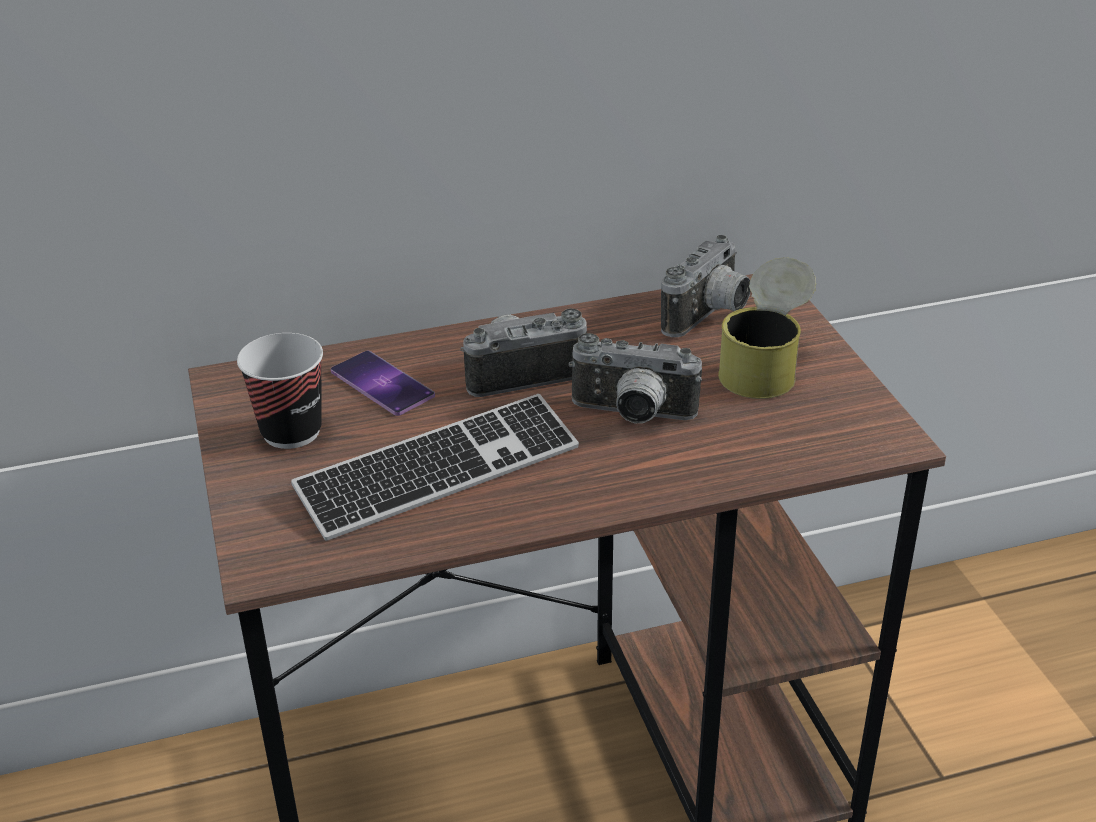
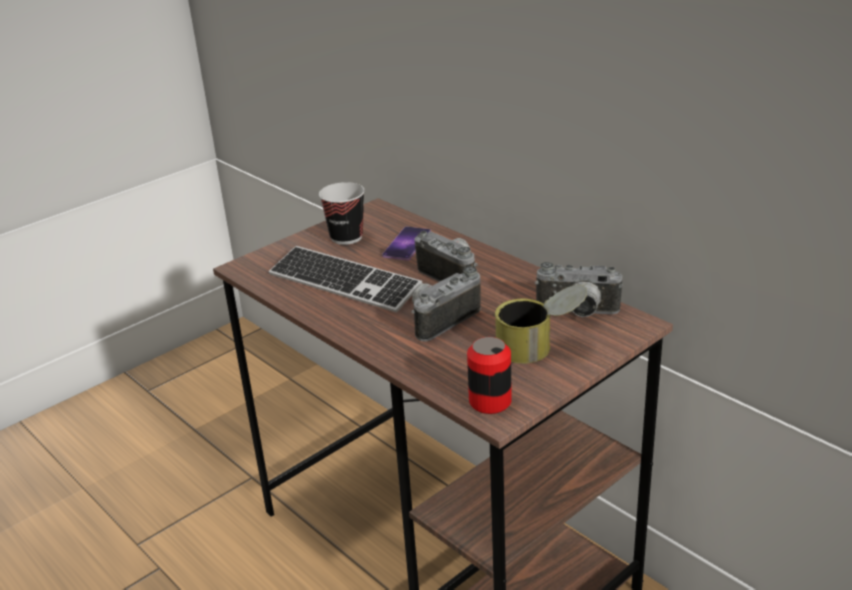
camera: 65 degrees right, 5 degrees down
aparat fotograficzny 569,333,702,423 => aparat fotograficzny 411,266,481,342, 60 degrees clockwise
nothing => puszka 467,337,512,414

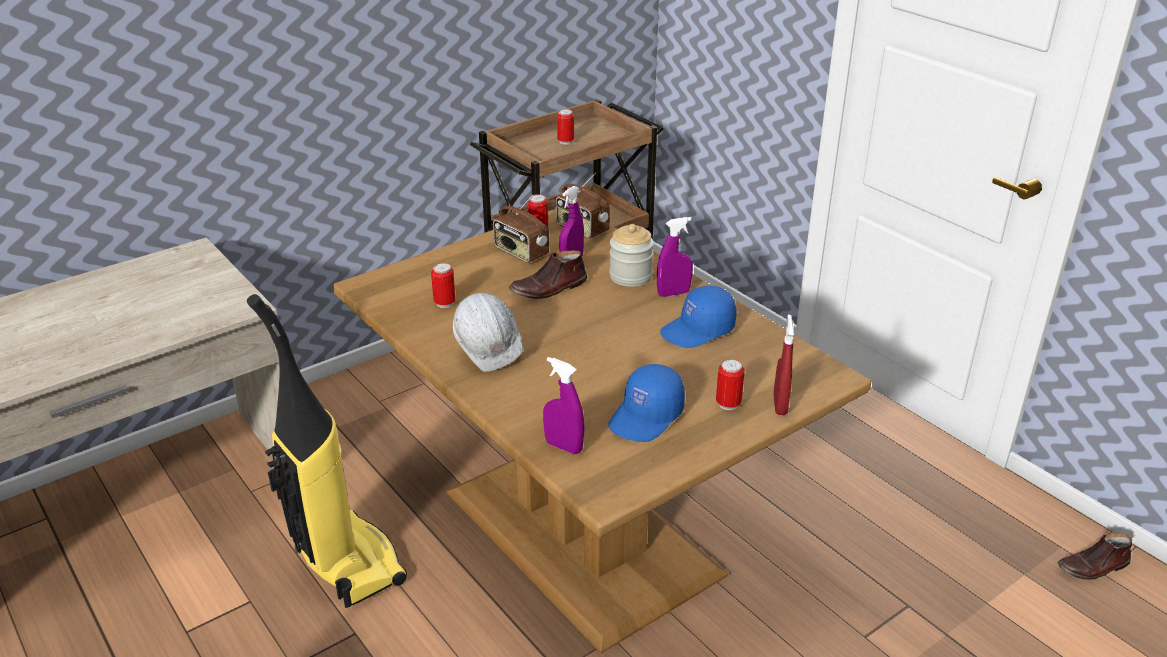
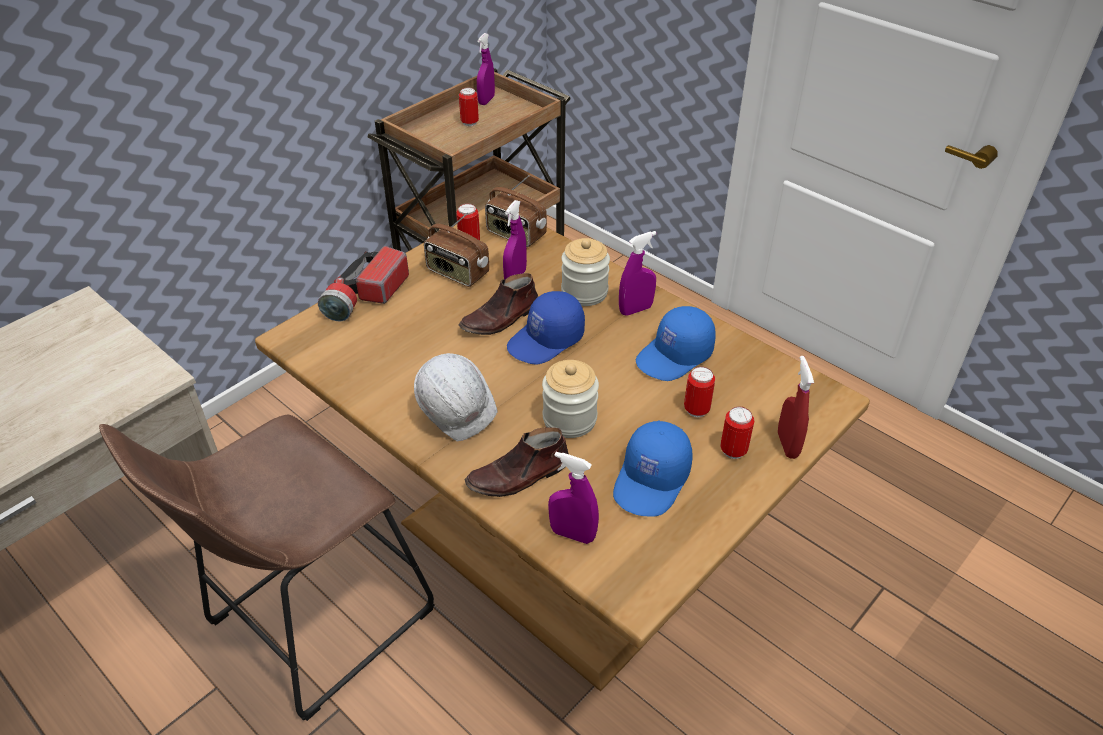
camera: 10 degrees left, 10 degrees up
puszka 431,263,456,308 => puszka 684,367,715,417, shifted
odkurzacz 247,294,407,608 => stołek [brązowy] 99,415,435,721
but [brązowy] 1057,533,1132,579 => but [brązowy] 465,427,569,497, shifted
nothing => spryskiwacz [fioletowy] 477,33,495,105
nothing => latarka 318,246,409,321
nothing => czapka z daszkiem [niebieski] 507,291,585,365
nothing => słoik 542,360,599,438

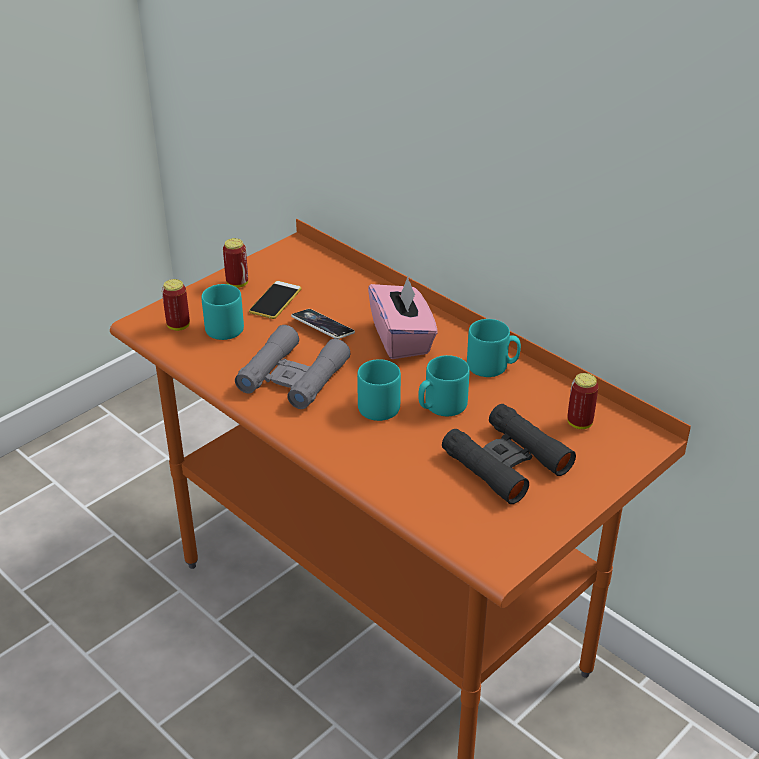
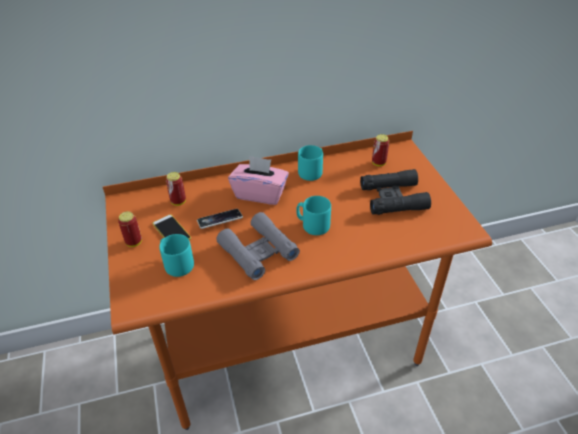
camera: 60 degrees left, 5 degrees up
puszka 162,279,190,331 => puszka 166,172,186,206, shifted
kubek [turkusowy] 418,355,470,416 => nothing

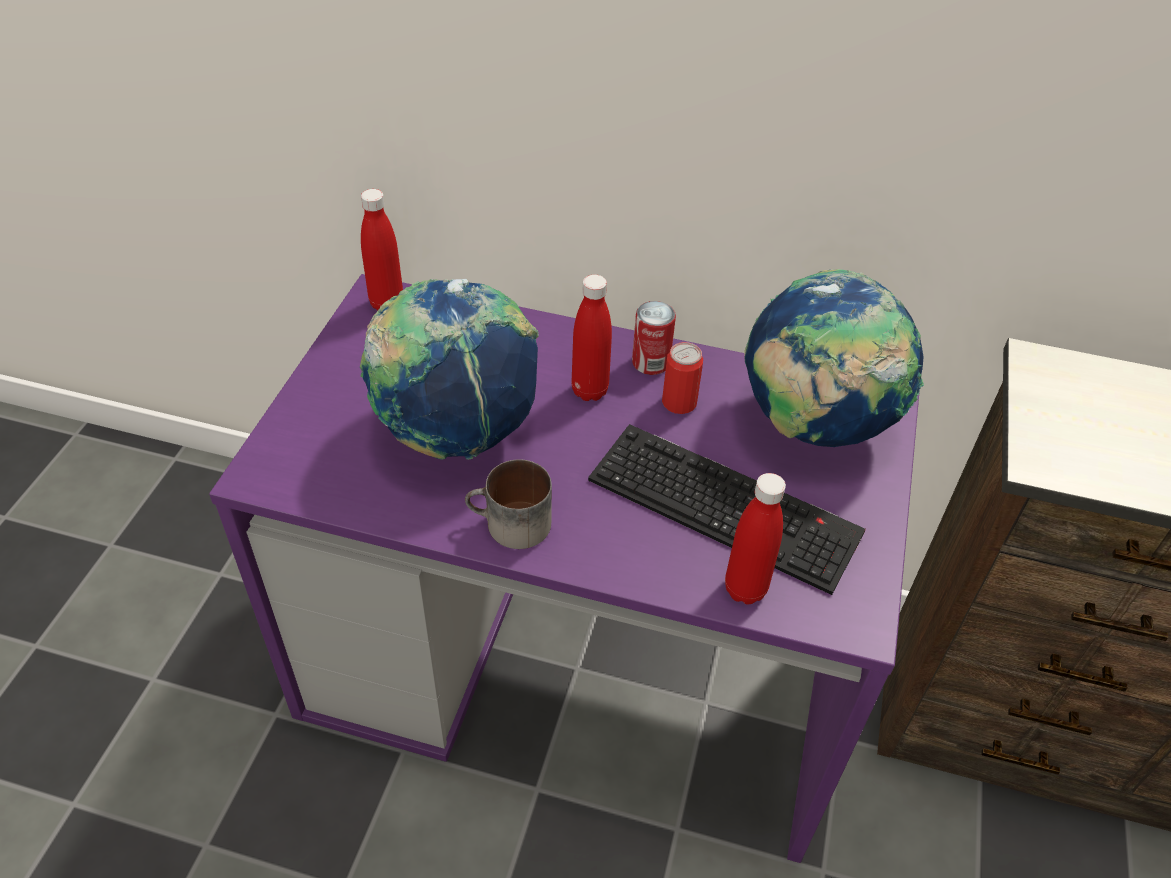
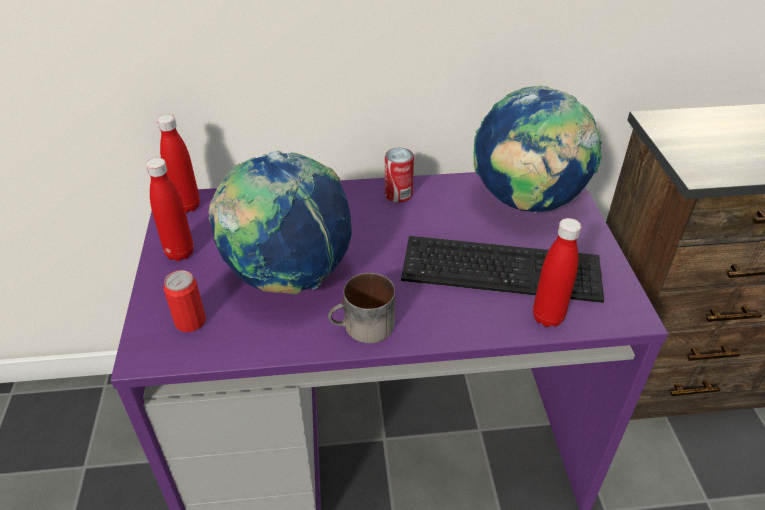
camera: 20 degrees left, 5 degrees down
butelka [czerwony] 572,275,612,401 => butelka [czerwony] 146,158,194,261, shifted
puszka 662,342,703,414 => puszka 164,270,206,332, shifted

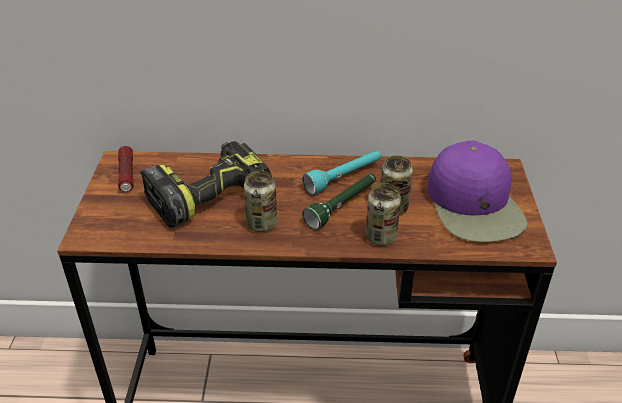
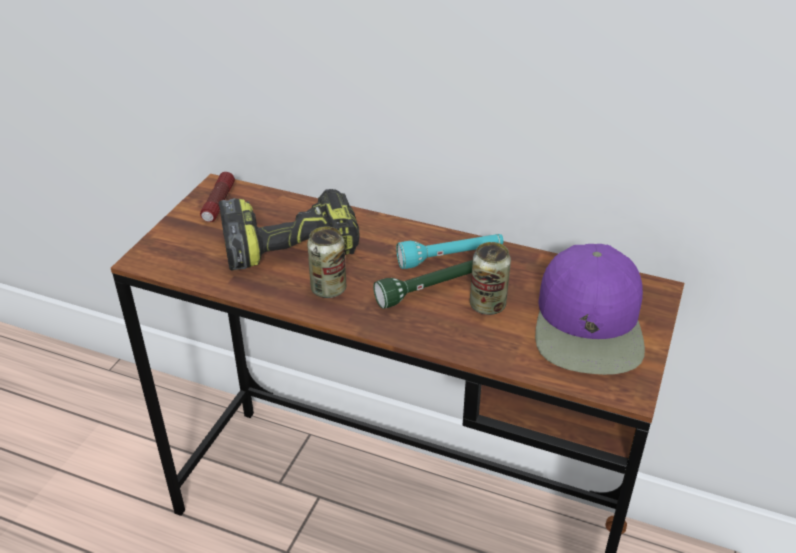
camera: 20 degrees right, 0 degrees up
puszka 366,183,401,246 => nothing

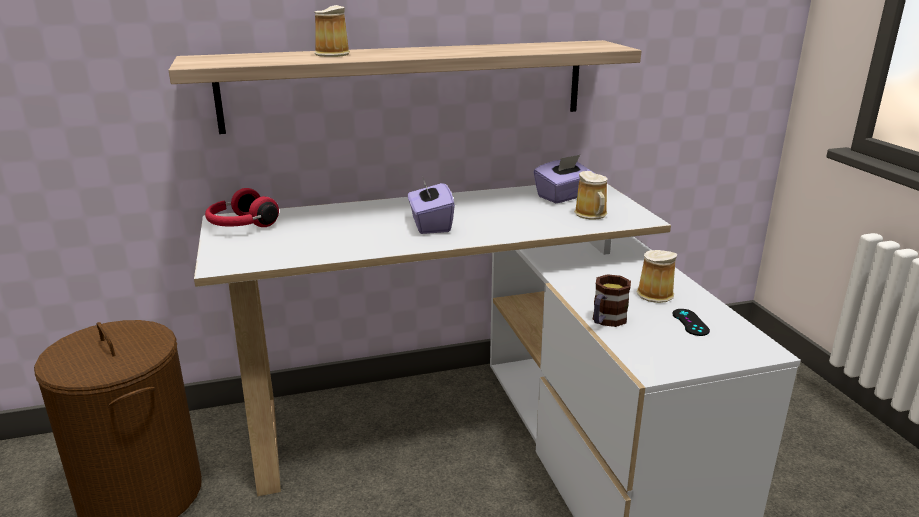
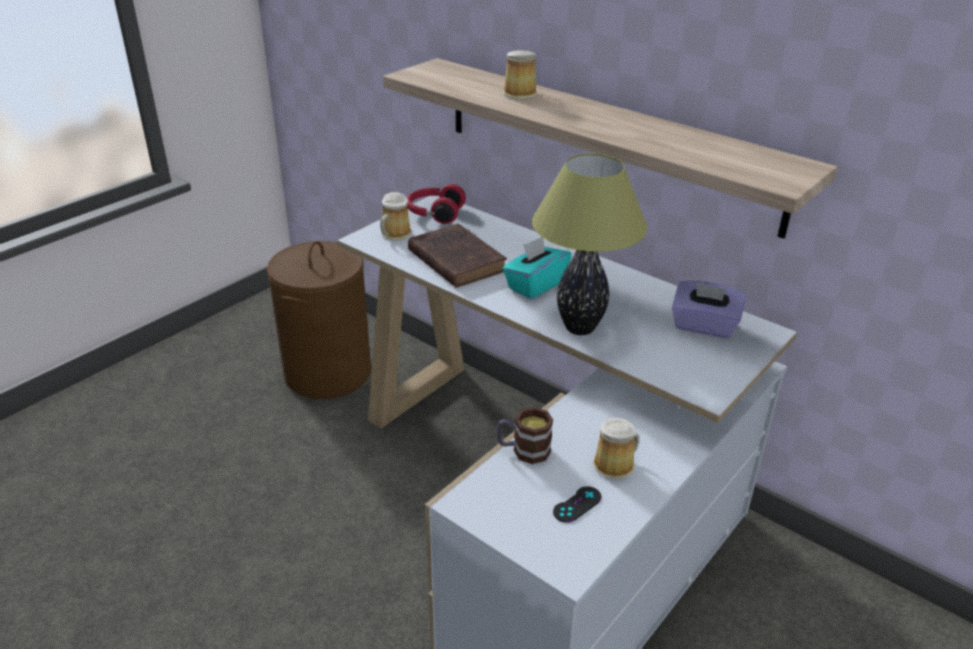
camera: 55 degrees right, 10 degrees up
kubek 574,171,608,219 => kubek 380,192,412,241, shifted
pudełko chusteczek [fioletowy] 408,175,455,234 => pudełko chusteczek [turkusowy] 503,237,572,299
nothing => lampa stołowa 532,153,648,335
nothing => książka [brązowy] 408,224,507,288

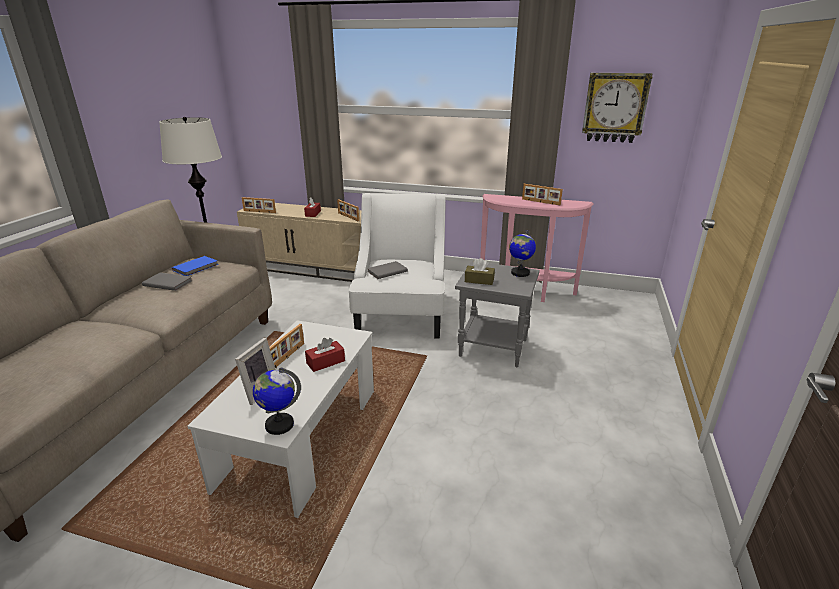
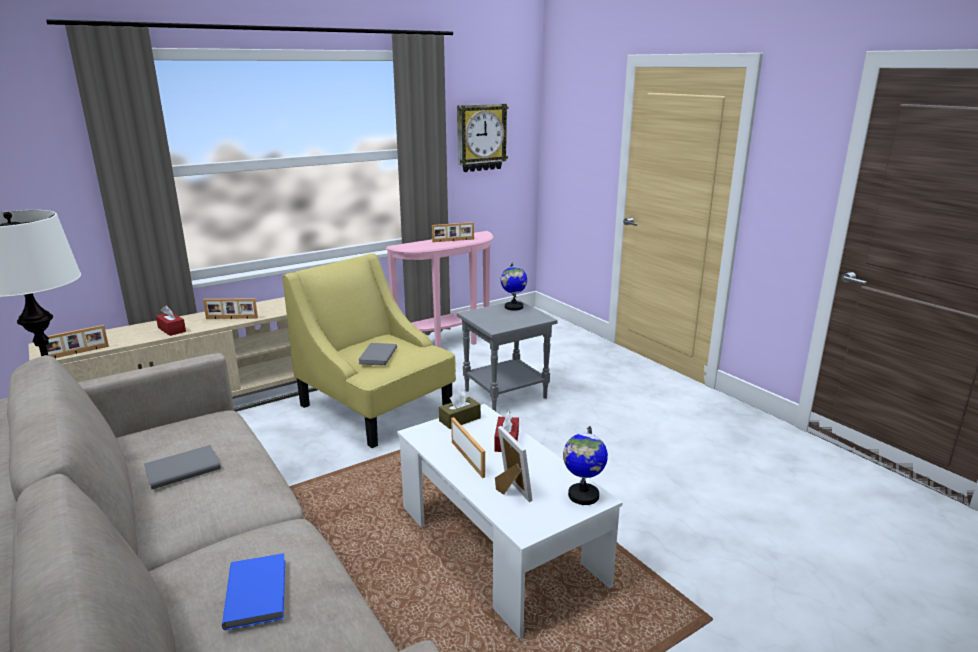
camera: 50 degrees left, 5 degrees down
fotel [biały] 349,193,446,339 => fotel [żółty] 283,253,456,448
książka [niebieski] 172,256,219,276 => książka [niebieski] 222,553,285,630, shifted
pudełko chusteczek [brązowy] 465,258,495,285 => pudełko chusteczek [brązowy] 439,390,481,429, shifted

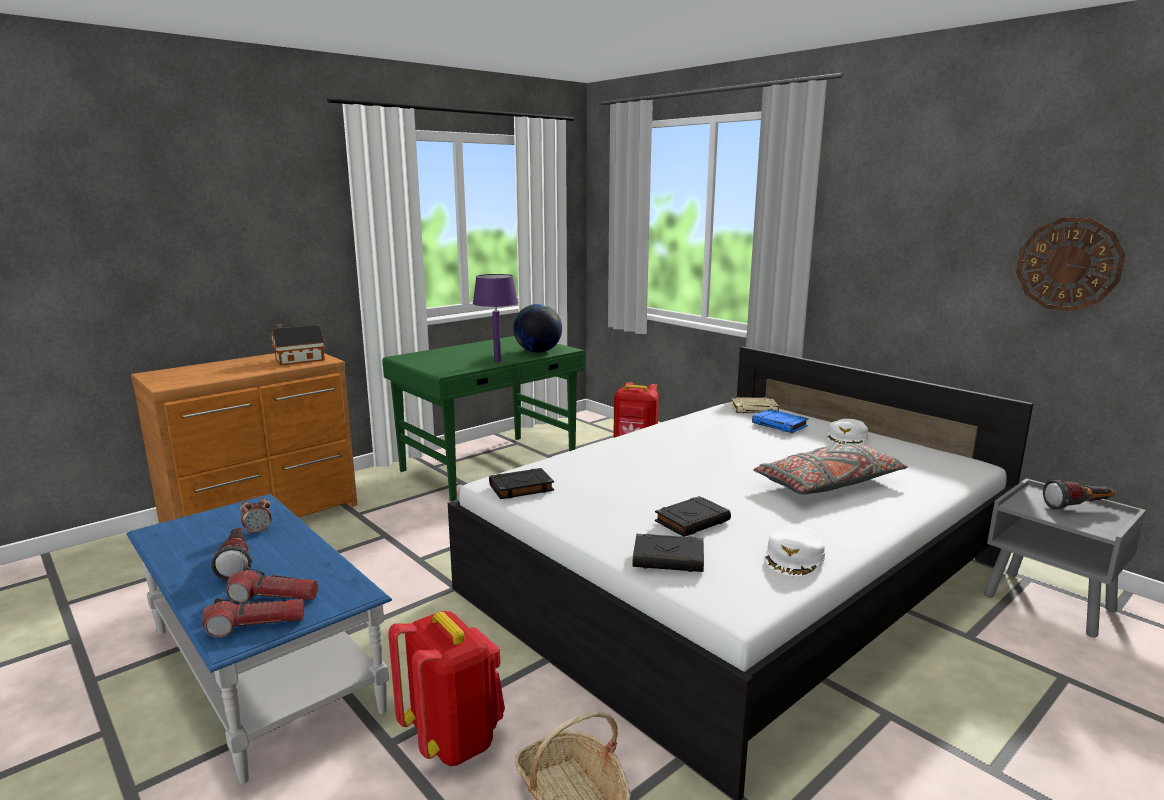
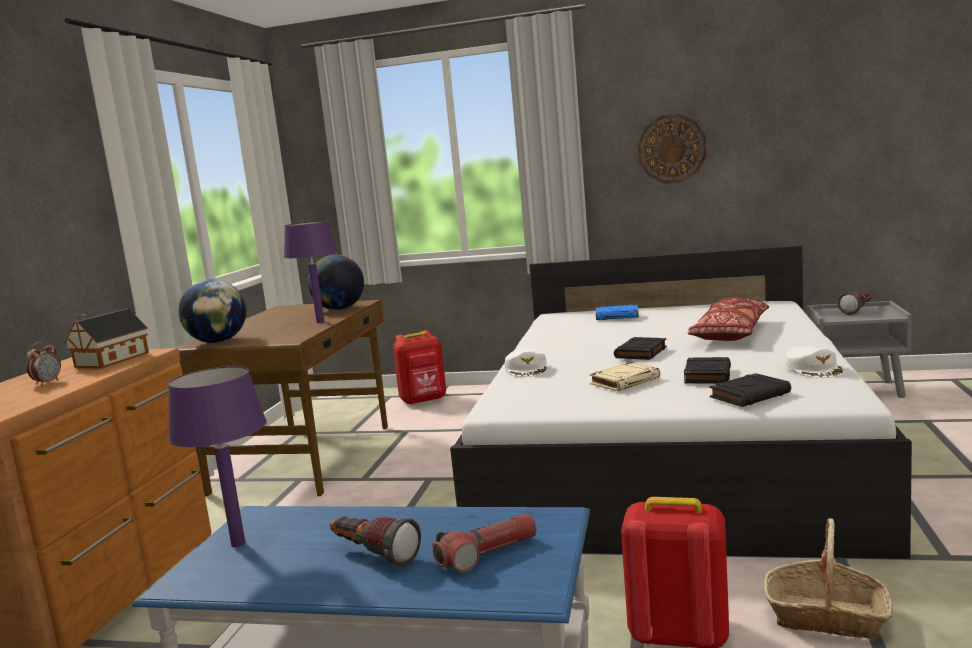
camera: 35 degrees left, 5 degrees down
zegar ścienny 1016,217,1125,311 => zegar ścienny 637,114,707,184, shifted
biurko [zielony] 382,336,586,502 => biurko [brązowy] 177,300,388,496
książka [beżowy] 731,397,779,413 => książka [beżowy] 589,362,660,391, shifted
czapka z daszkiem [biały] 827,419,869,444 => czapka z daszkiem [biały] 505,349,547,377, shifted
poduszka [szary] 754,443,908,494 => poduszka [czerwony] 687,298,769,341
książka [czarny] 489,468,554,499 => książka [czarny] 614,337,667,360, shifted
budzik 240,496,271,535 => budzik 26,341,61,386, shifted
latarka 202,598,304,638 => nothing
nothing => globus 178,279,246,343
nothing => lampa stołowa [fioletowy] 168,366,267,547

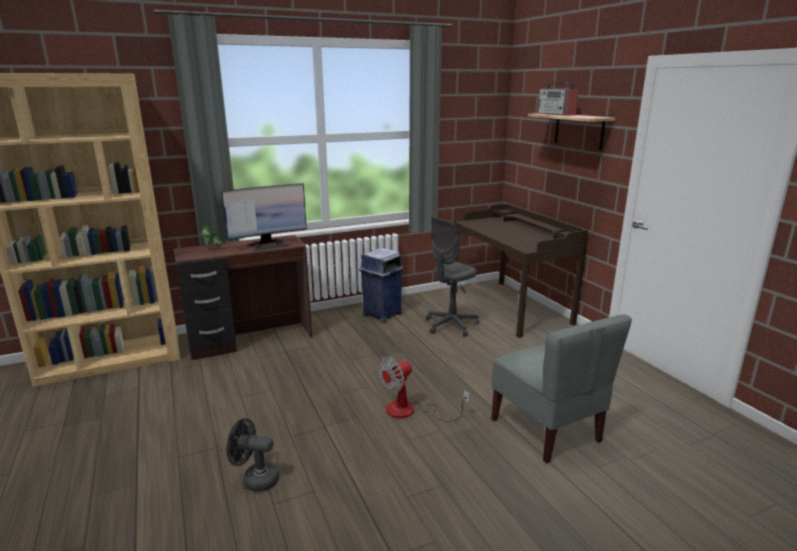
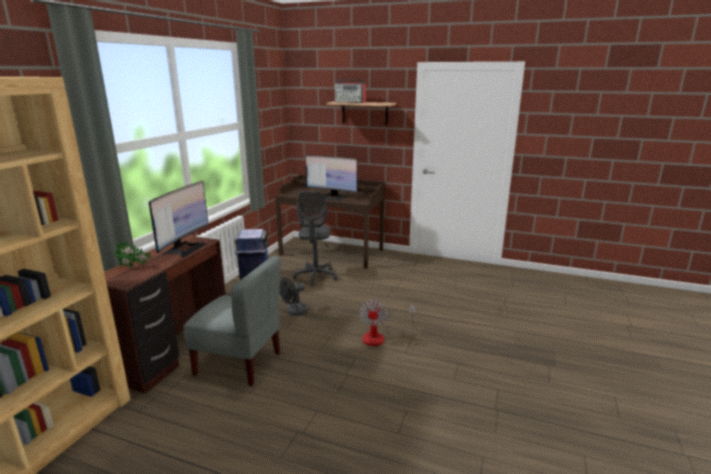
camera: 45 degrees left, 0 degrees up
krzesło [szary] 491,314,632,463 => krzesło [szary] 183,256,281,386, shifted
wentylator [czarny] 226,418,279,492 => wentylator [czarny] 279,278,307,316, shifted
nothing => monitor 306,155,358,201

